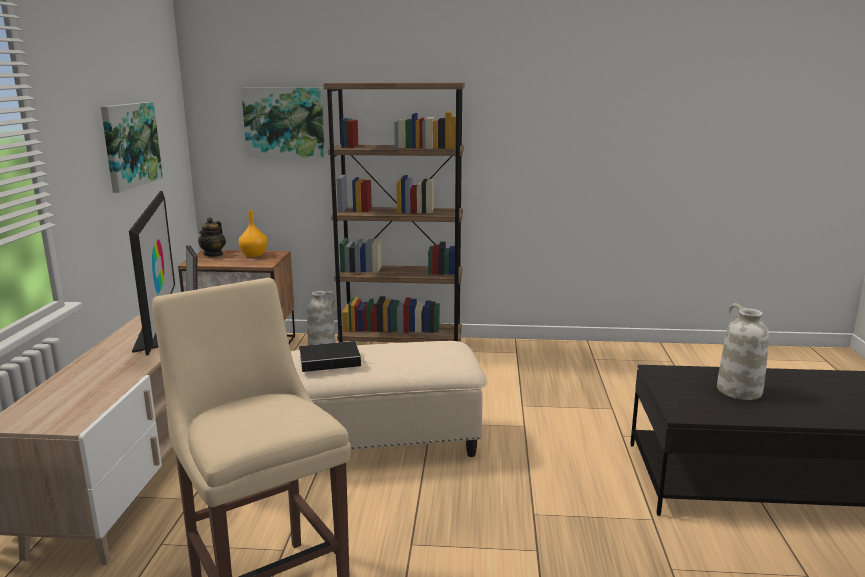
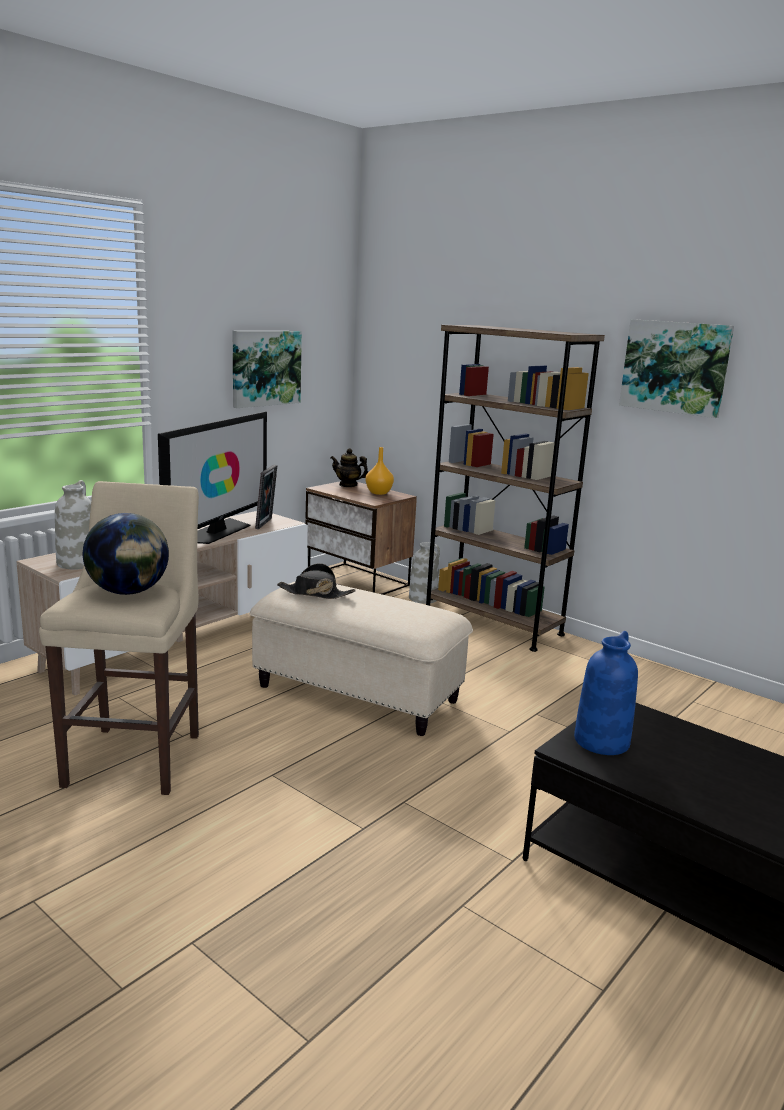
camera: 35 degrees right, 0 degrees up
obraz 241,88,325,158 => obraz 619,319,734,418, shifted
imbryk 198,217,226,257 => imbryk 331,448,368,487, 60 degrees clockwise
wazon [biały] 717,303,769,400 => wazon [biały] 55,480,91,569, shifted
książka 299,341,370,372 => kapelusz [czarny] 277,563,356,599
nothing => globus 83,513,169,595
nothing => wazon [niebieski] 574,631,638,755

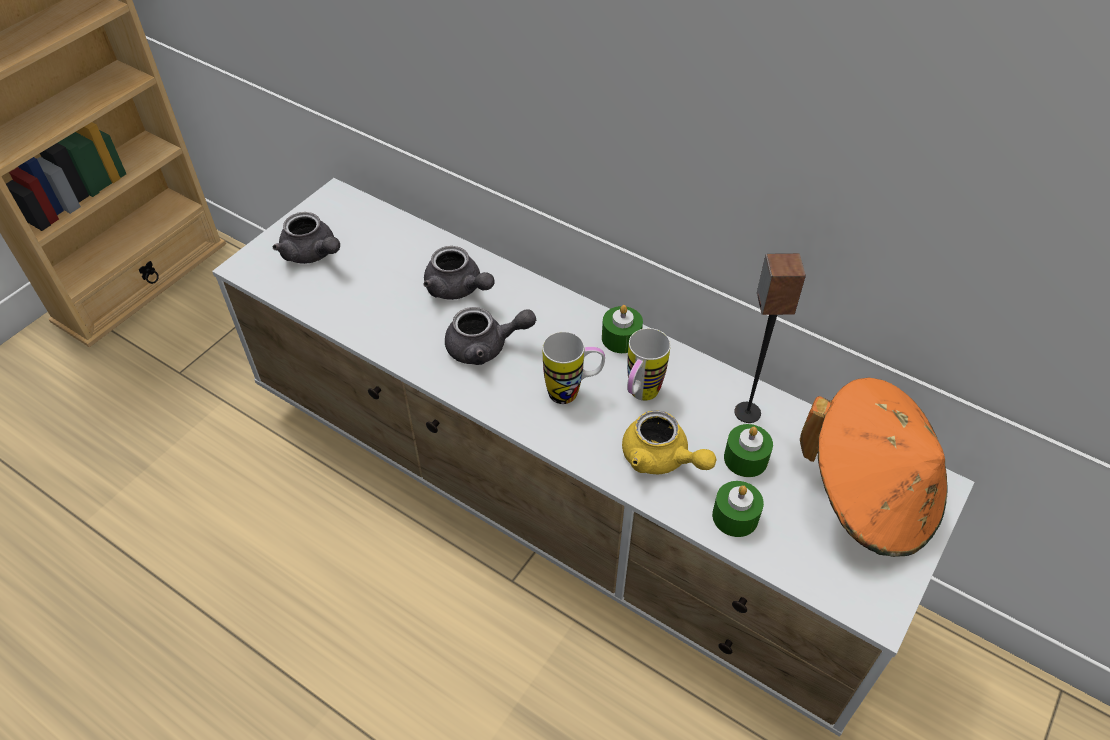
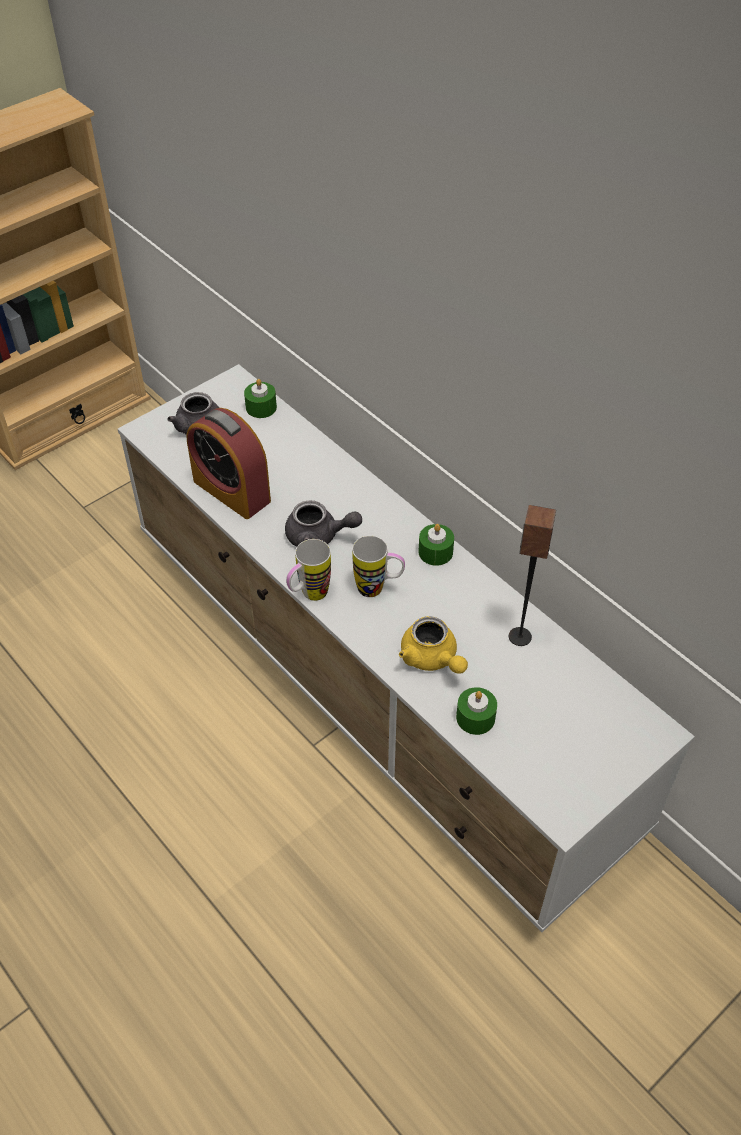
camera: 15 degrees right, 0 degrees up
imbryk [szary] 424,246,495,300 => nothing
kubek 627,328,671,401 => kubek 286,539,331,601, shifted
kapelusz [pomarańczowy] 800,377,948,557 => nothing
świeca [zielony] 724,424,773,477 => świeca [zielony] 244,379,277,418, shifted
nothing => budzik 186,408,271,519

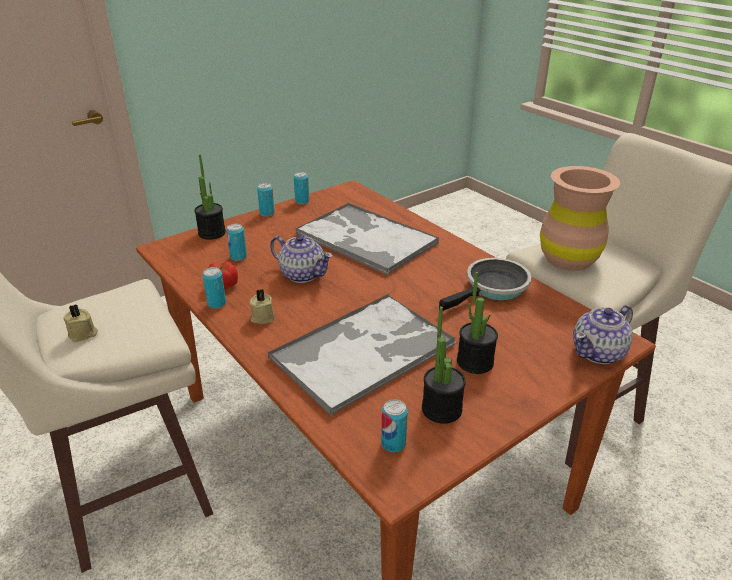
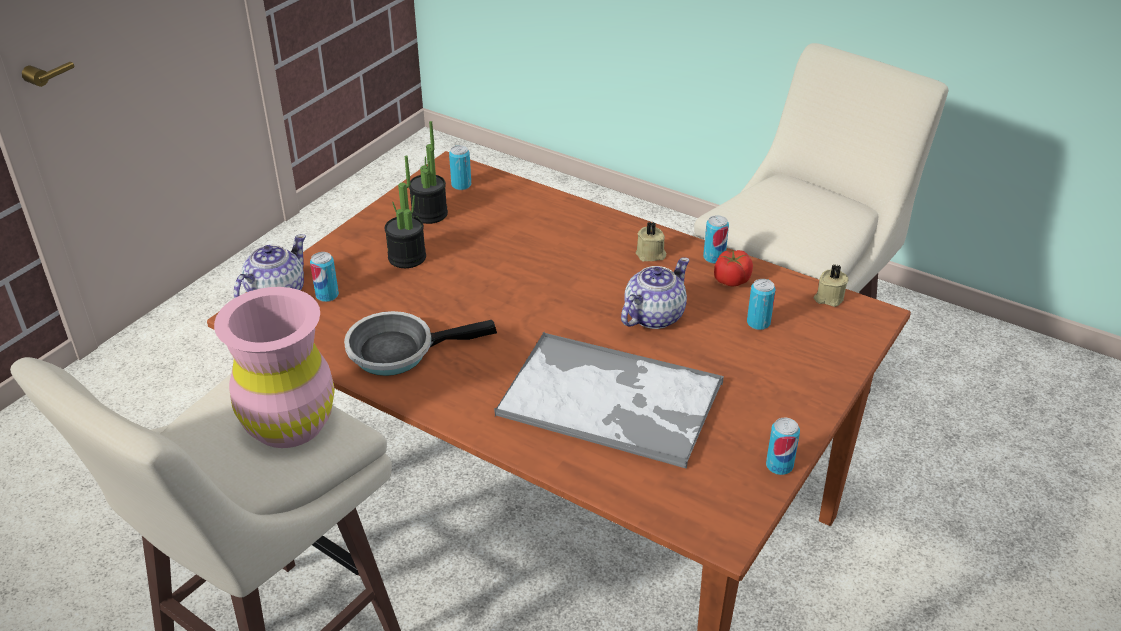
camera: 160 degrees right, 5 degrees up
roślina doniczkowa 194,154,226,240 => nothing
wazon [brązowy] 540,166,620,271 => wazon [różowy] 214,287,335,448
puszka 257,183,274,217 => puszka 310,252,339,302, shifted
imbryk 270,235,333,283 => imbryk 621,257,690,329, 120 degrees clockwise
patelnia 439,258,531,311 => patelnia 344,311,497,376, 45 degrees clockwise
taca 268,294,456,417 => nothing
świeca [beżowy] 63,305,98,342 => świeca [beżowy] 814,265,849,307, shifted

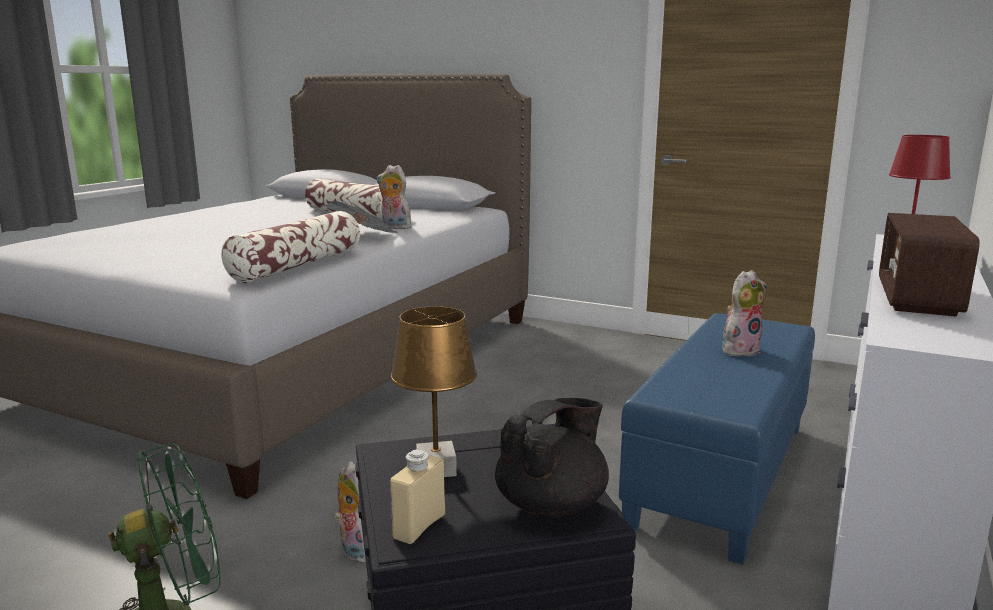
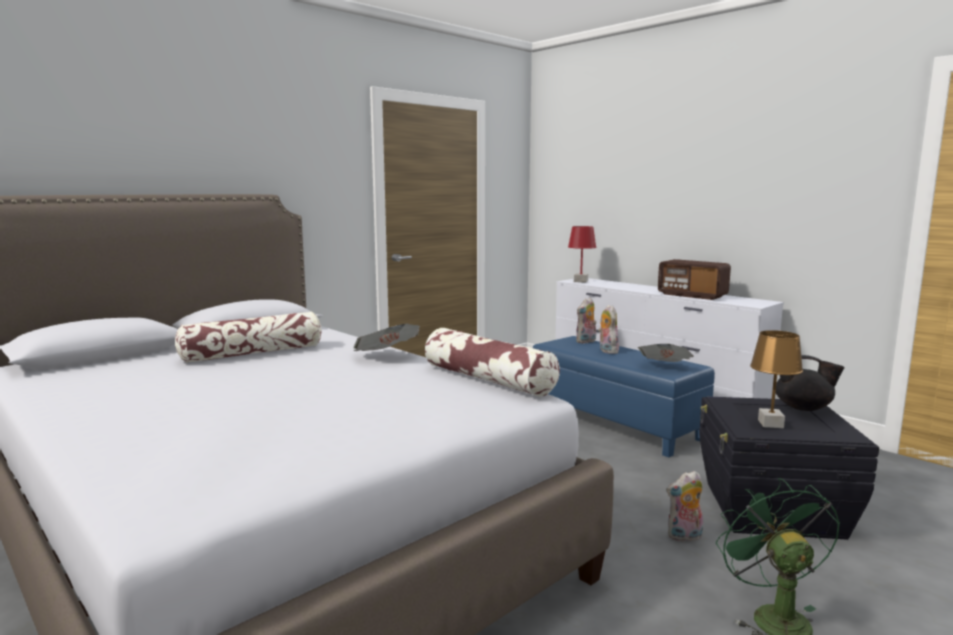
camera: 70 degrees left, 5 degrees down
pluszak 377,165,412,229 => pluszak 576,298,596,344, shifted
imbryk [czarny] 495,398,609,518 => imbryk [czarny] 775,355,845,411, 135 degrees clockwise
butelka [beżowy] 390,449,445,544 => nothing
nothing => gazeta 638,344,693,362

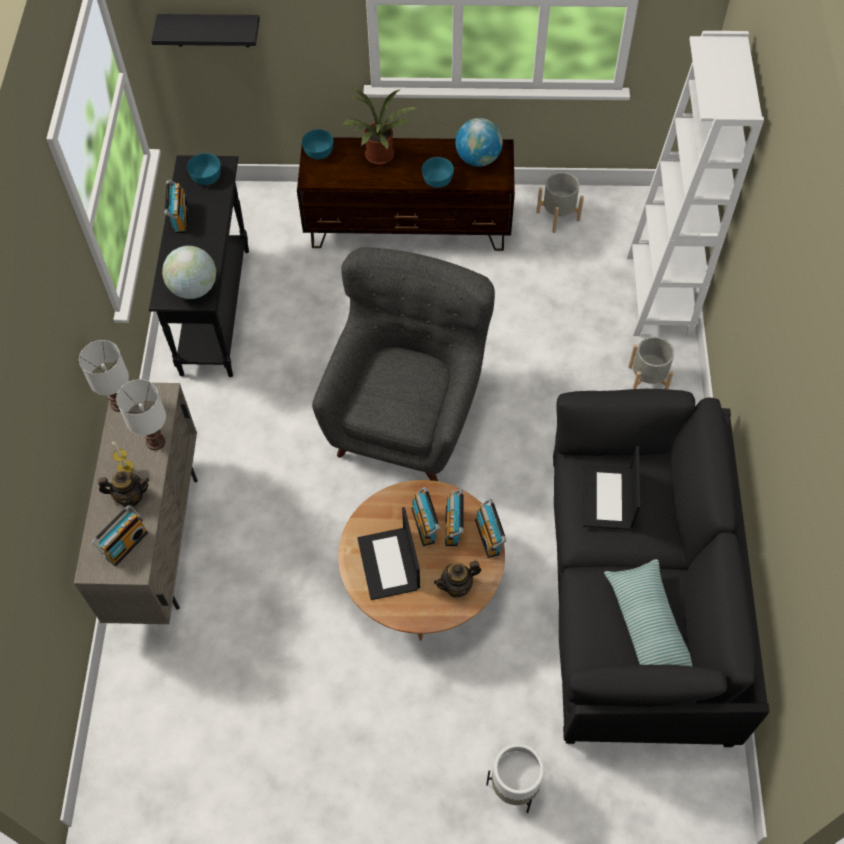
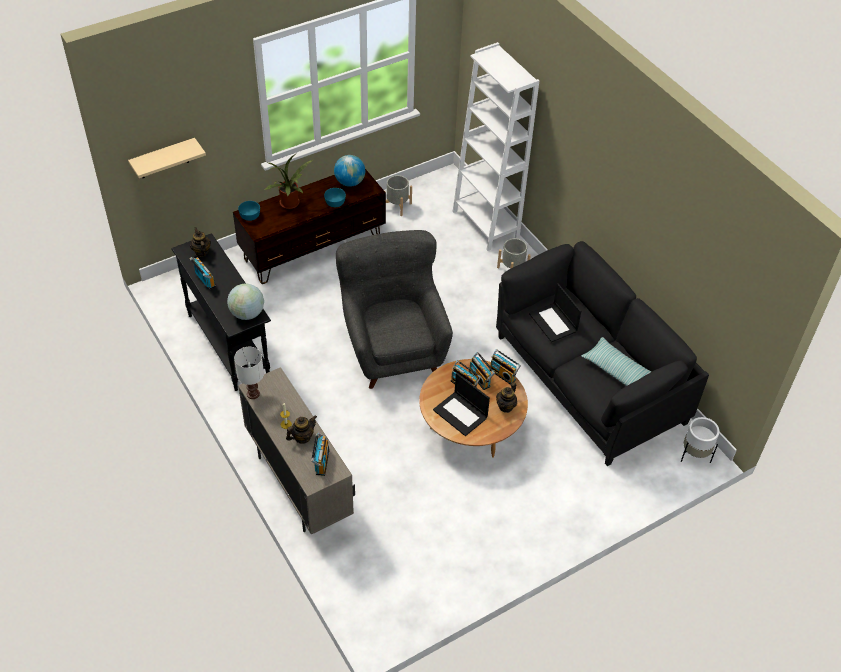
camera: 35 degrees left, 10 degrees down
półka [czarny] 151,14,260,47 => półka [beżowy] 128,138,206,178
miska [turkusowy] 187,153,221,185 => imbryk 190,227,211,257
lampa stołowa [biały] 116,379,166,450 => nothing
donica [biały] 486,744,544,813 => donica [biały] 681,417,719,463, shifted

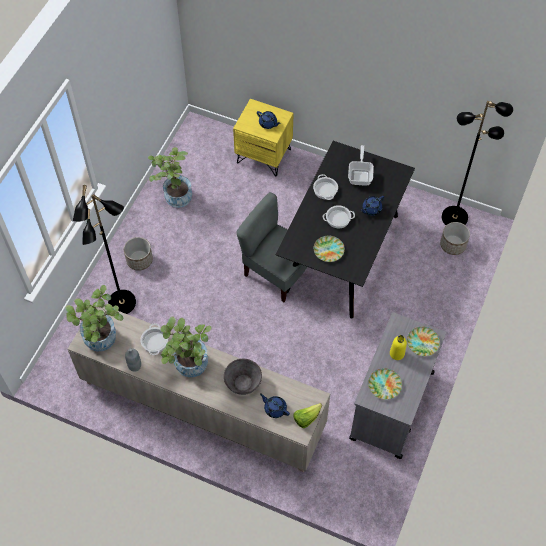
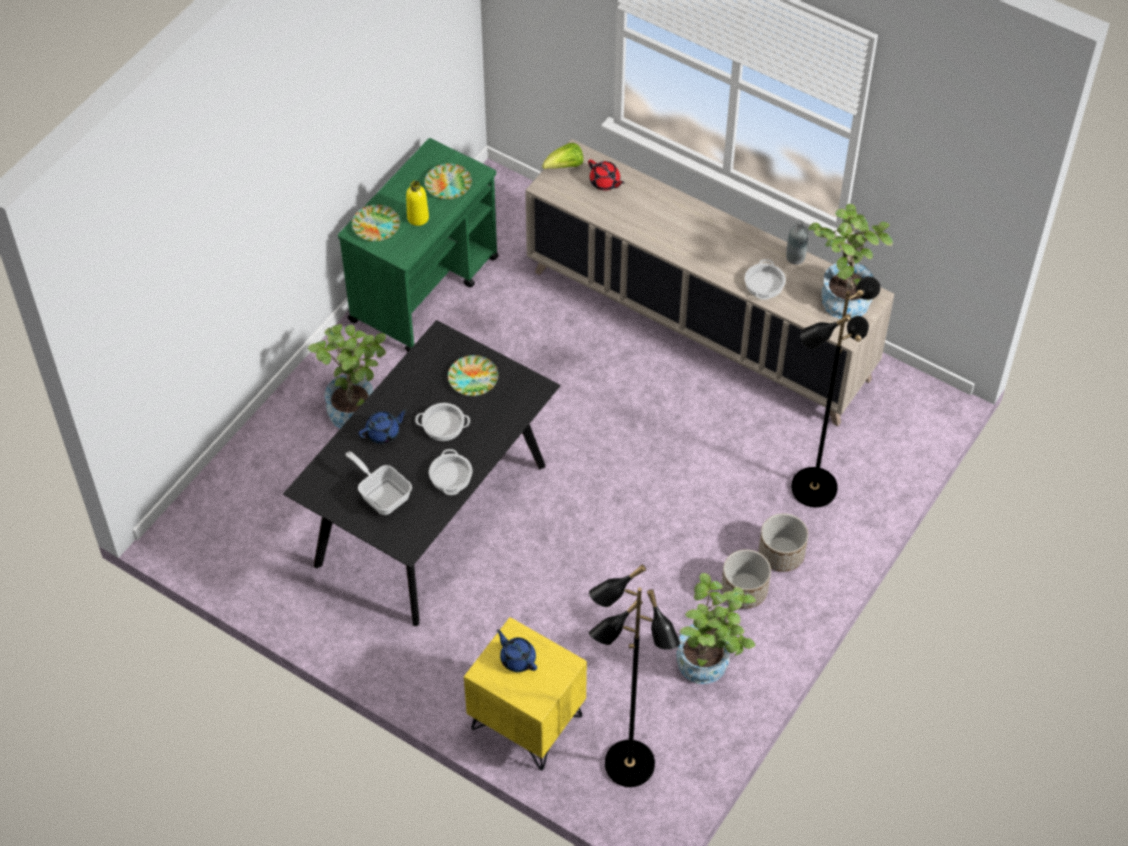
camera: 170 degrees left, 5 degrees down
lampa stojąca [czarny] 442,101,513,225 => lampa stojąca [czarny] 589,565,680,787, shifted
patelnia 348,145,374,186 => patelnia 345,451,412,515, 120 degrees clockwise
krzesło [szary] 236,192,307,302 => nothing
donica 440,222,470,255 => donica 721,549,771,609, shifted
wózek [szary] 349,312,446,459 => wózek [zielony] 338,138,498,352
roślina doniczkowa 160,317,212,377 => roślina doniczkowa 308,324,386,429, shifted
miska [szary] 224,359,262,395 => nothing
imbryk [niebieski] 260,393,290,418 => imbryk [czerwony] 588,159,624,191

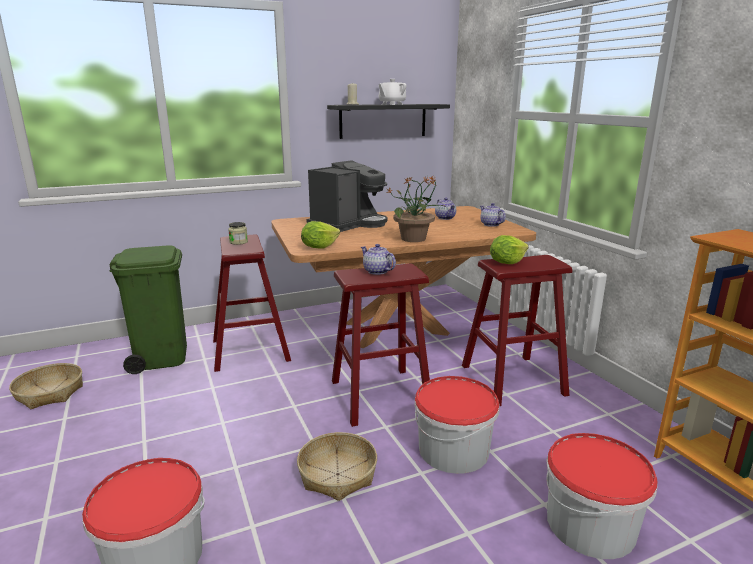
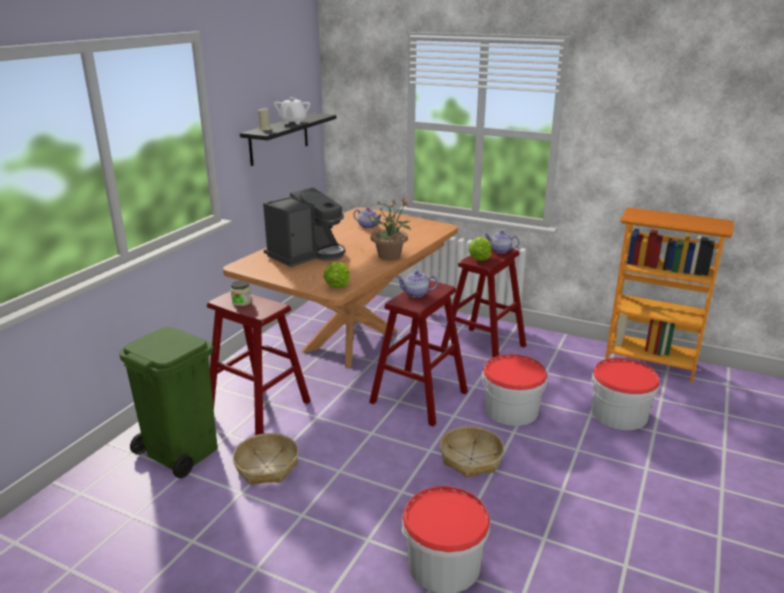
camera: 40 degrees left, 5 degrees up
ekspres do kawy 306,160,388,232 => ekspres do kawy 263,187,345,267, 45 degrees clockwise
imbryk 480,203,506,227 => imbryk 484,230,519,253, shifted
koszyk 9,363,83,409 => koszyk 233,433,298,485, shifted

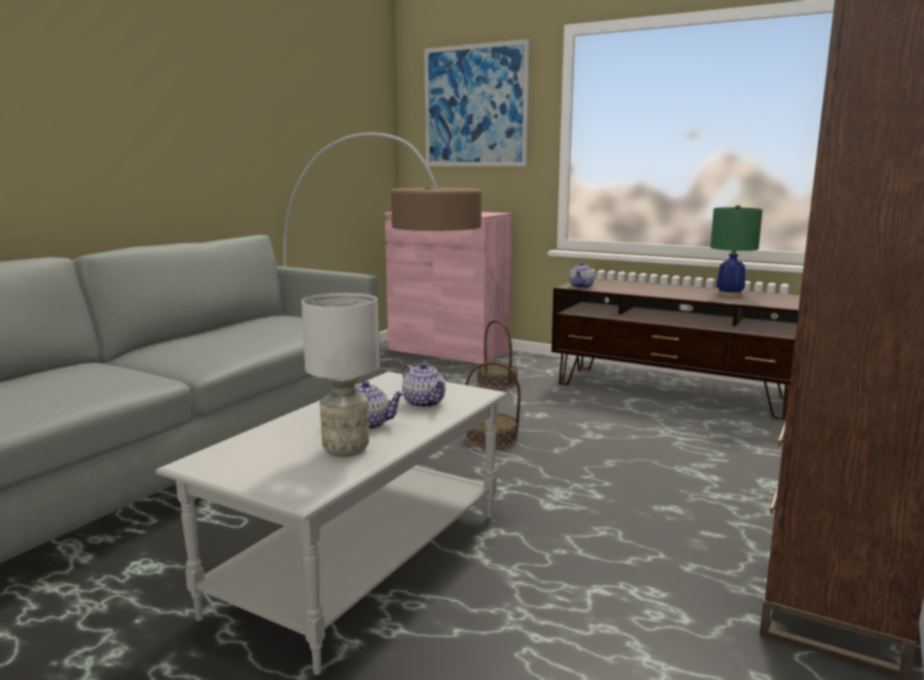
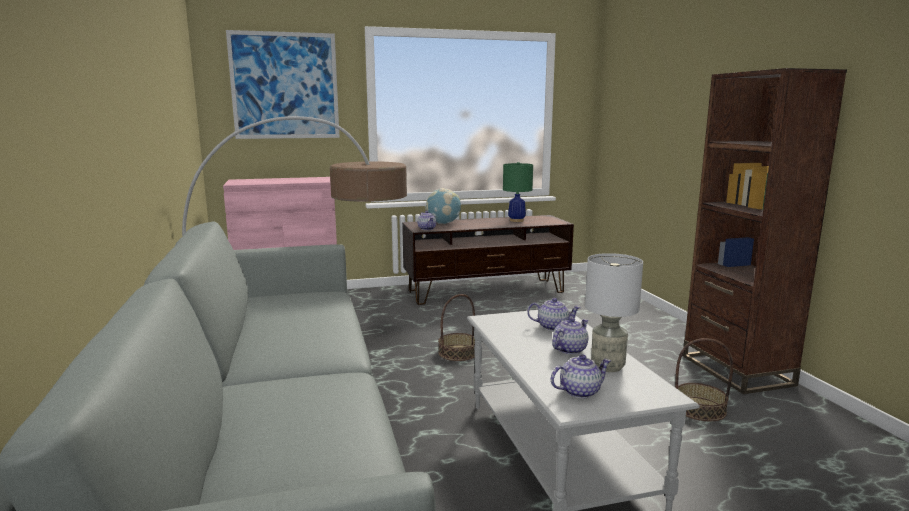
camera: 45 degrees left, 0 degrees up
koszyk 477,320,518,389 => koszyk 675,338,733,421, shifted
nothing => globus 425,188,461,224
nothing => imbryk 551,354,611,398

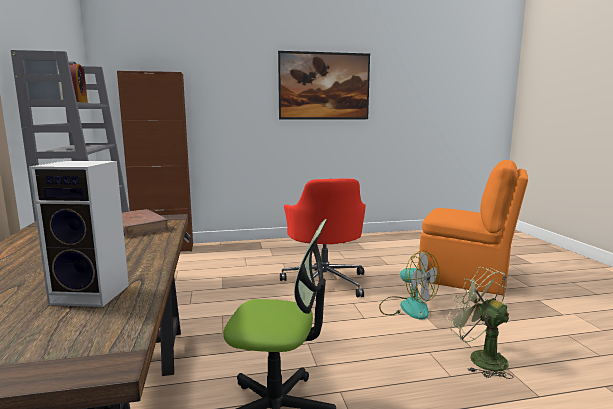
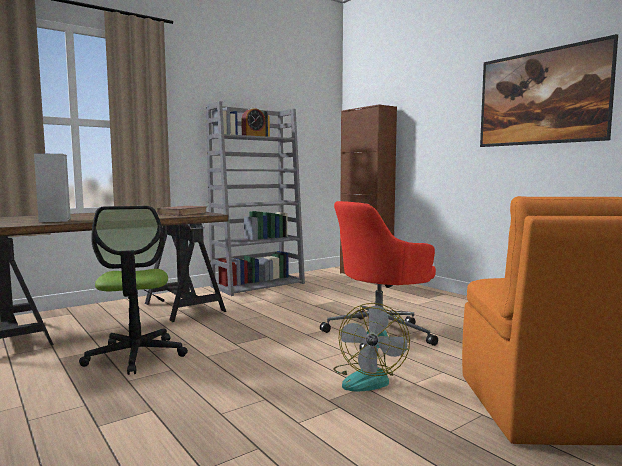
camera: 65 degrees right, 5 degrees down
wentylator [zielony] 447,267,513,379 => nothing

